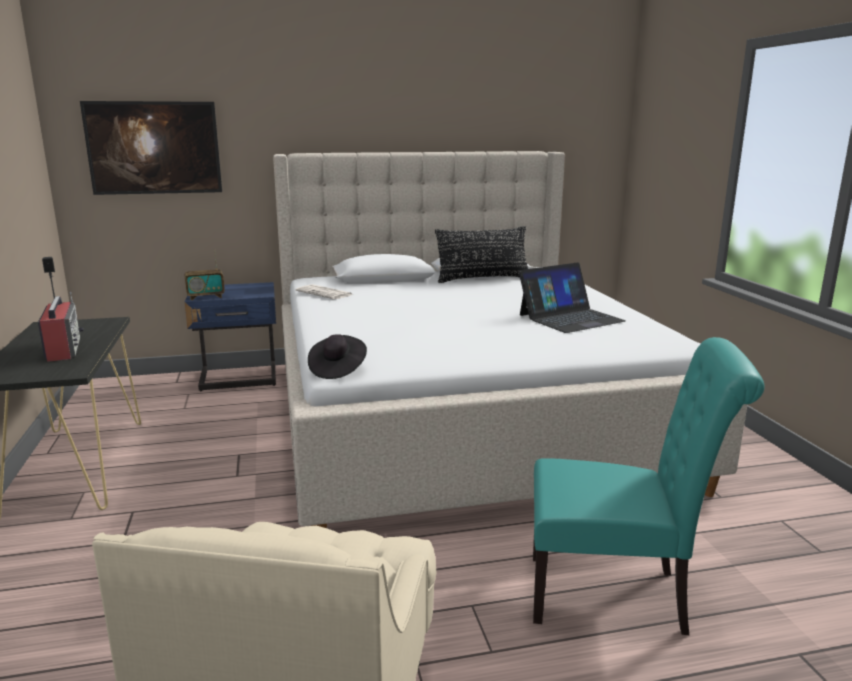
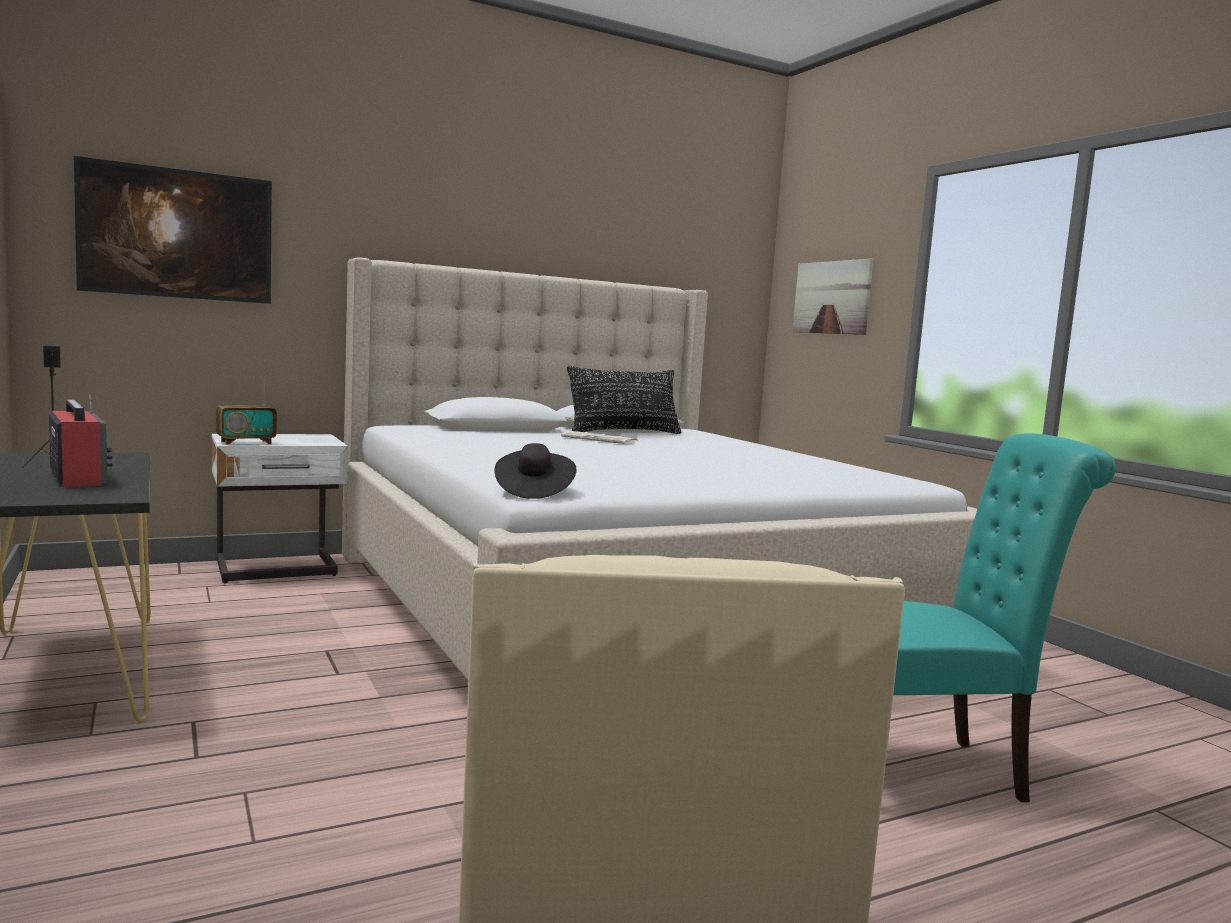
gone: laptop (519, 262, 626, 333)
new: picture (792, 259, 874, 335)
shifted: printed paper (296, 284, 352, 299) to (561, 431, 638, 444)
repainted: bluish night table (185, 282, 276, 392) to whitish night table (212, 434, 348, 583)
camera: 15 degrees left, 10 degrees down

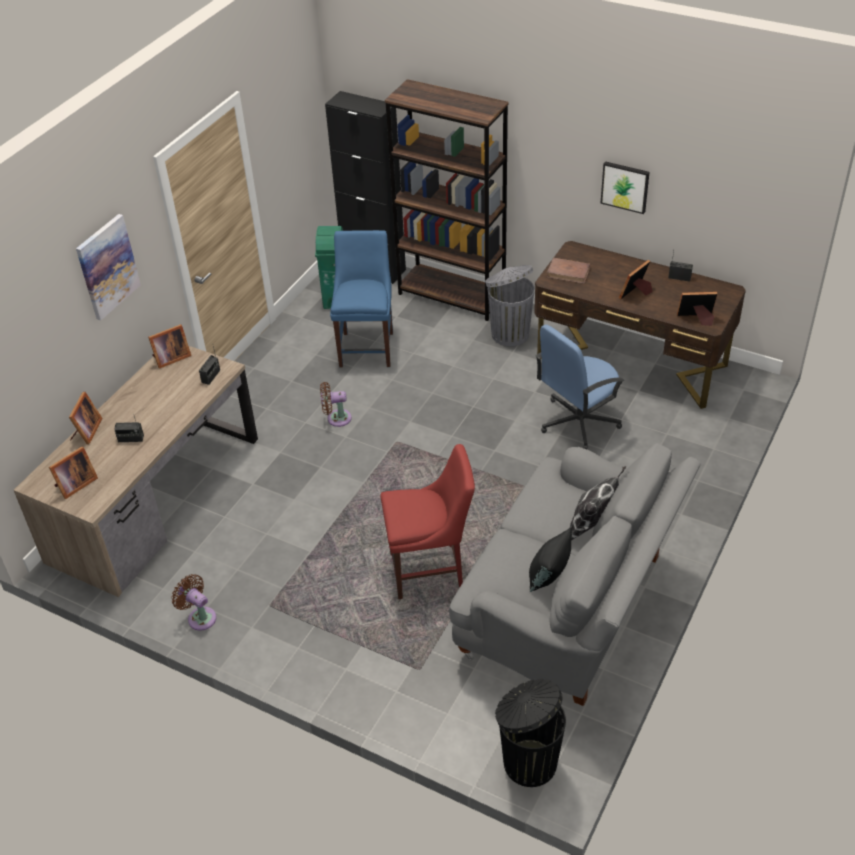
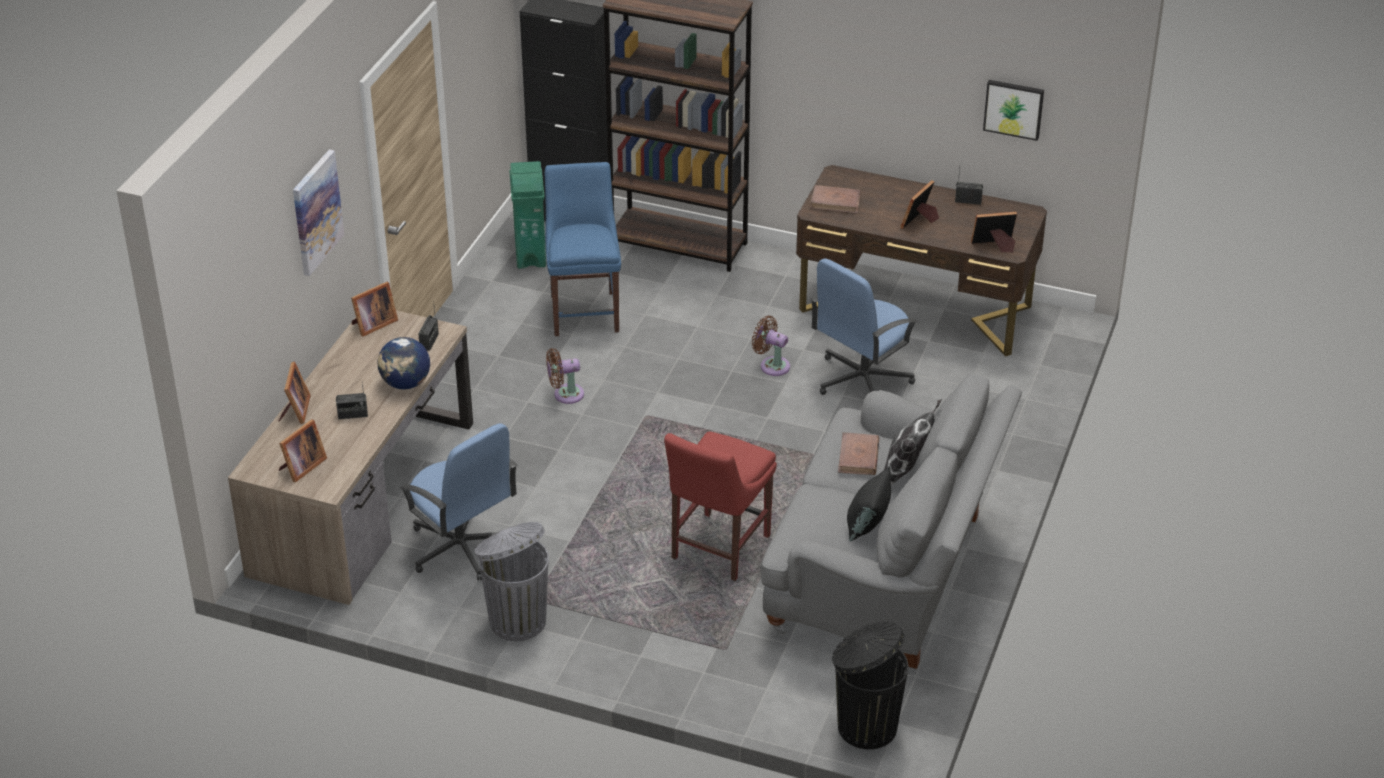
new: globe (378, 337, 430, 389); bluish office chair (400, 423, 517, 581); brown-coloured book (838, 432, 879, 475)
shifted: brown-coloured electric fan (171, 574, 217, 631) to (752, 316, 790, 376); gray trash can (485, 265, 535, 346) to (475, 522, 549, 641); picture (600, 161, 650, 214) to (983, 80, 1044, 141)
rotated: reddish upright chair (380, 444, 475, 599) = (664, 432, 777, 581) 135 degrees clockwise
camera: 10 degrees left, 5 degrees down

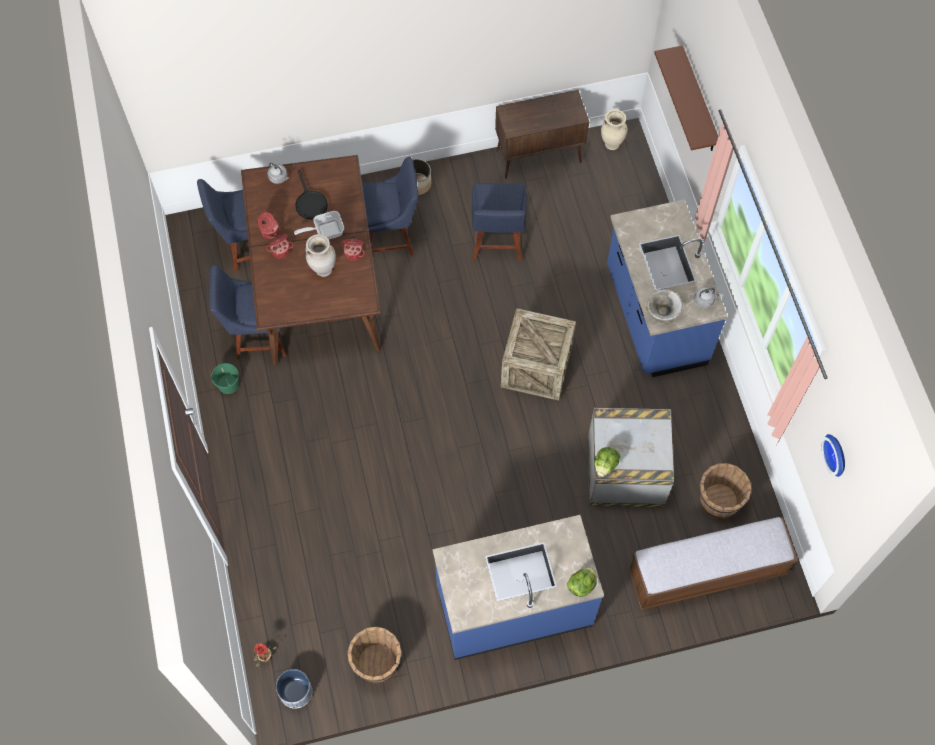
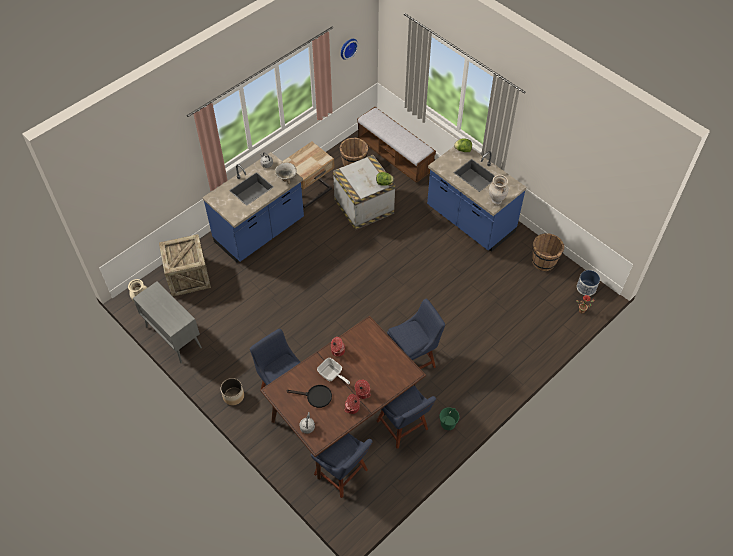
gone: brown-coloured shelf (654, 45, 718, 151)
new: sand-coloured night table (283, 142, 335, 208)
shifted: sand-coloured vase (306, 234, 336, 277) to (489, 175, 509, 205); bluish upright chair (472, 183, 527, 261) to (387, 299, 445, 369); packing crate (501, 308, 576, 401) to (159, 234, 211, 296)
repainted: brown-coloured cupboard (495, 90, 589, 179) to gray cupboard (133, 281, 202, 363)
rotated: black frying pan (295, 170, 328, 219) = (286, 385, 332, 408) 60 degrees clockwise
camera: 120 degrees left, 10 degrees down

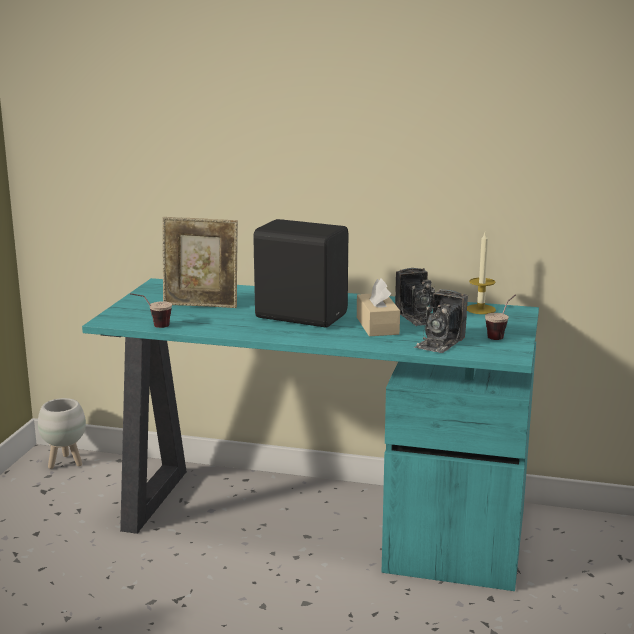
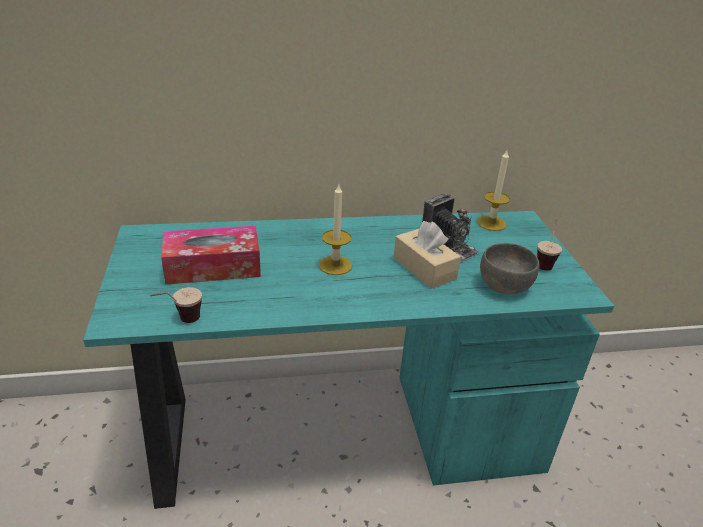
gone: whitish planter (38, 398, 86, 469)
swapped: picture frame (162, 217, 238, 308) to tissue box (161, 226, 261, 285); black audio speaker (253, 219, 348, 328) to candle (319, 185, 352, 275); photo camera (414, 289, 468, 353) to gray serving bowl (480, 243, 539, 294)
camera: 25 degrees left, 15 degrees up

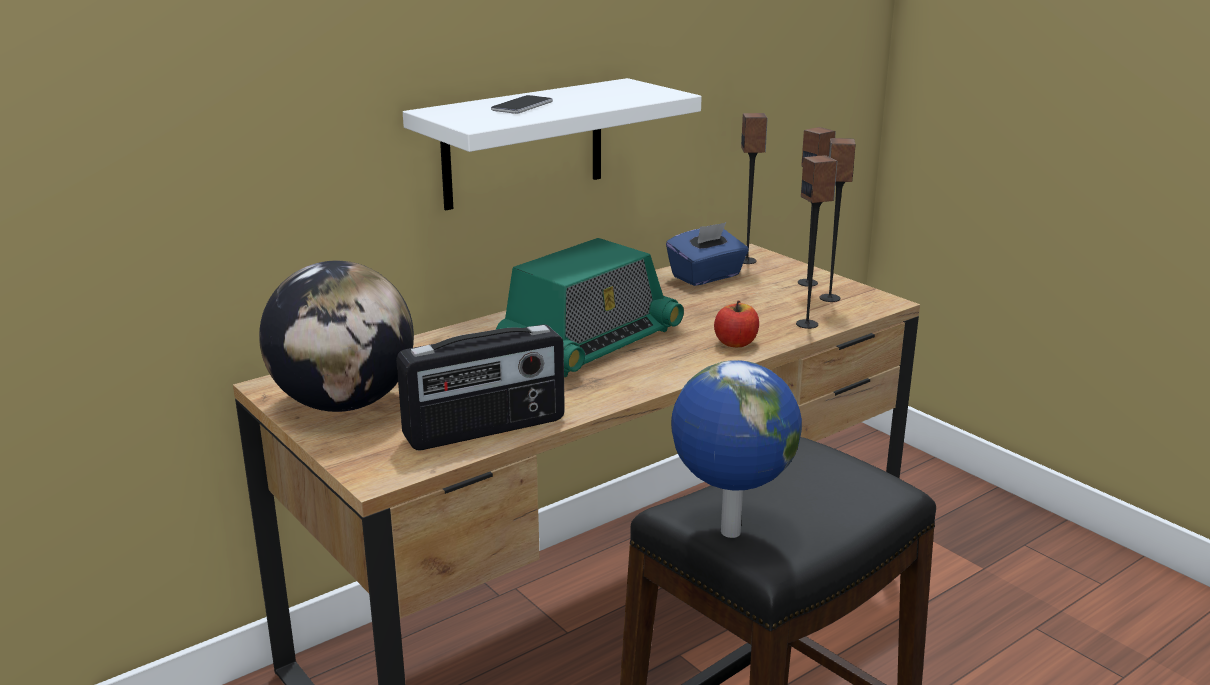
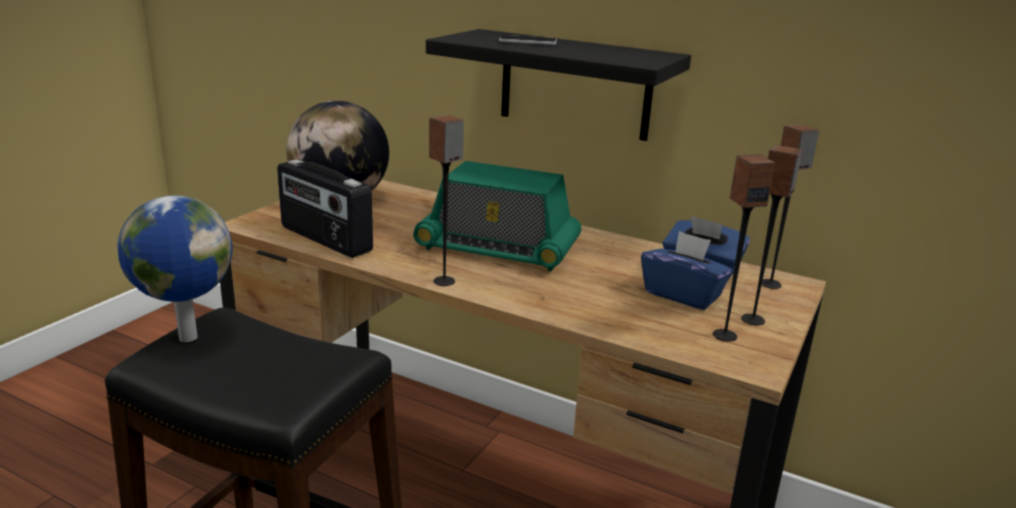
gone: apple fruit (714, 301, 759, 347)
new: bluish tissue box (641, 231, 733, 310)
shifted: audio speaker (796, 155, 837, 329) to (429, 115, 464, 286)
repainted: whitish shelf (403, 78, 702, 210) to black shelf (426, 29, 691, 141)
camera: 65 degrees right, 0 degrees up

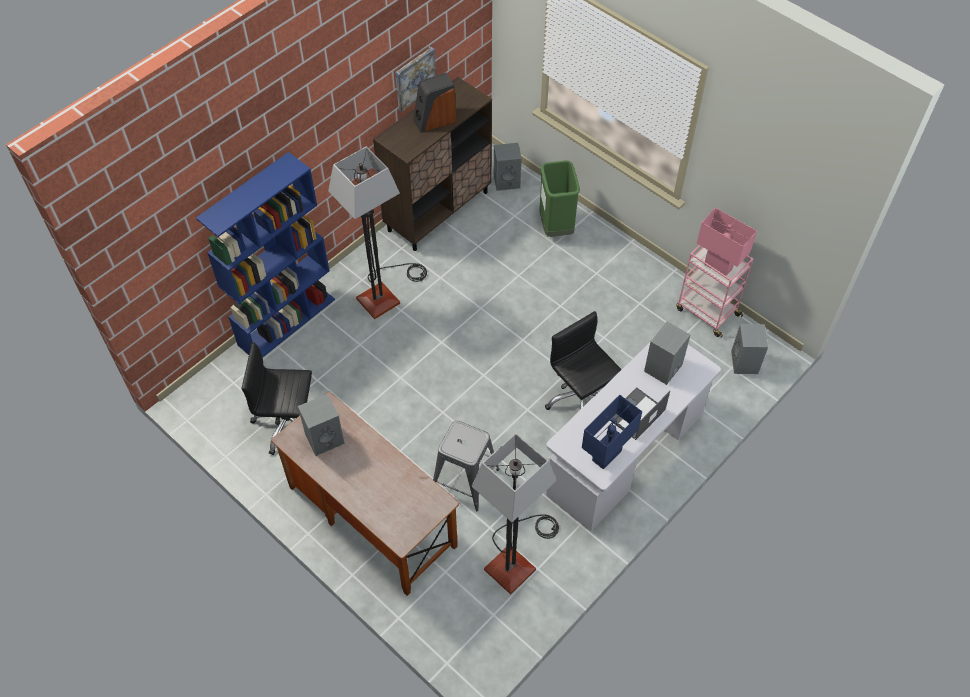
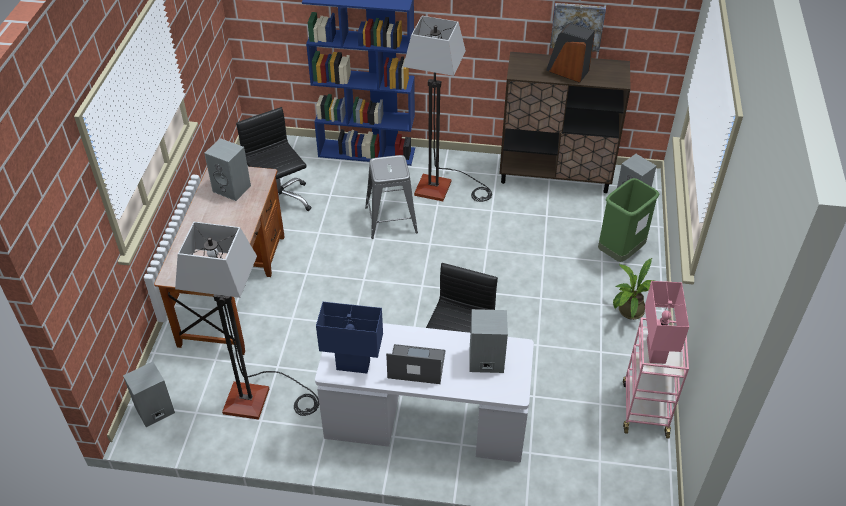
new: houseplant (613, 258, 655, 320)
shifted: gray sitting stool (433, 421, 499, 512) to (365, 155, 418, 239); gray audio speaker (731, 324, 768, 374) to (123, 362, 175, 427)
camera: 55 degrees right, 10 degrees down

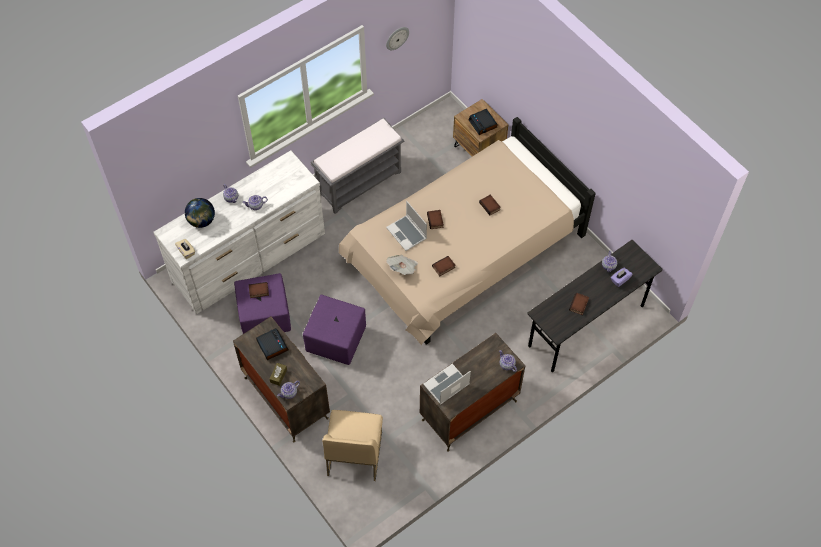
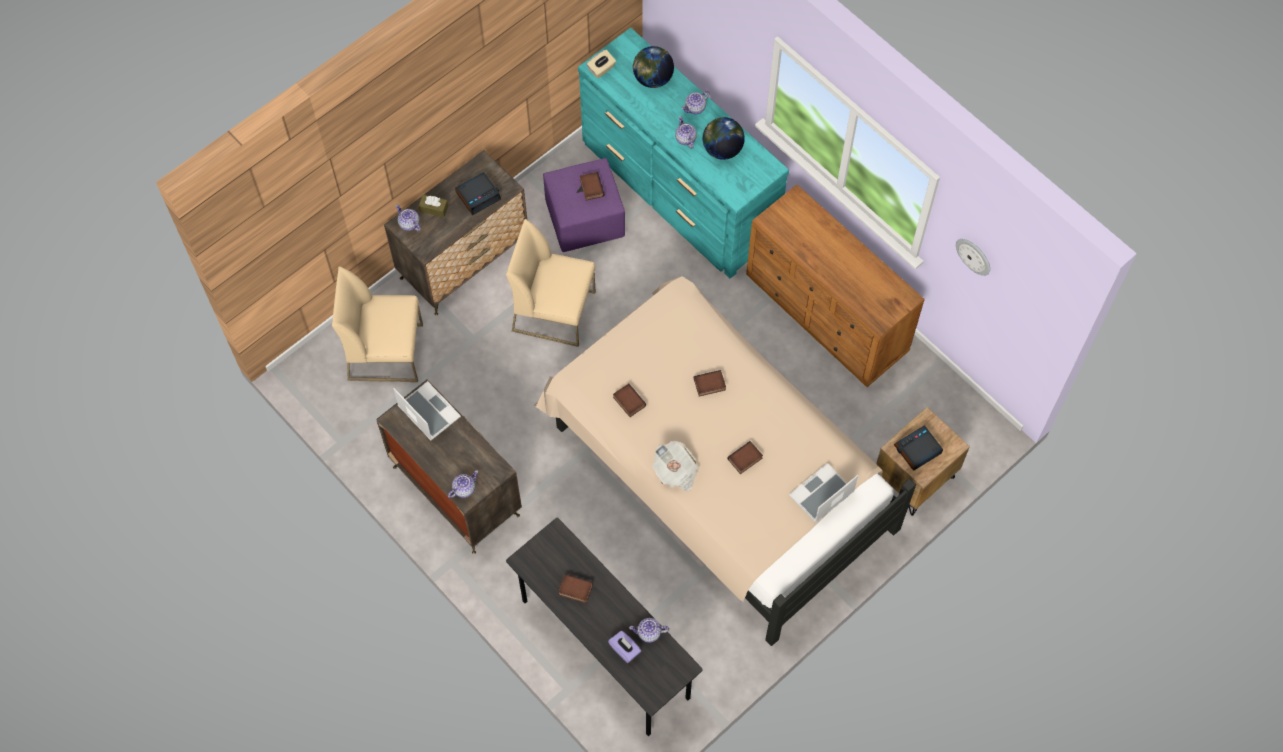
new: globe (703, 117, 745, 160)
shifted: laptop (386, 201, 427, 251) to (789, 463, 858, 523); printed paper (386, 254, 418, 275) to (653, 441, 699, 492)
swapped: purplish pouffe (303, 295, 366, 365) to sand-coloured upright chair (506, 219, 596, 347); gray long seat (311, 118, 405, 214) to brown-coloured chest of drawers (746, 184, 925, 387)
repainted: whitish chest of drawers (153, 150, 325, 314) to blue-green chest of drawers (578, 28, 789, 278)
camera: 85 degrees right, 5 degrees up

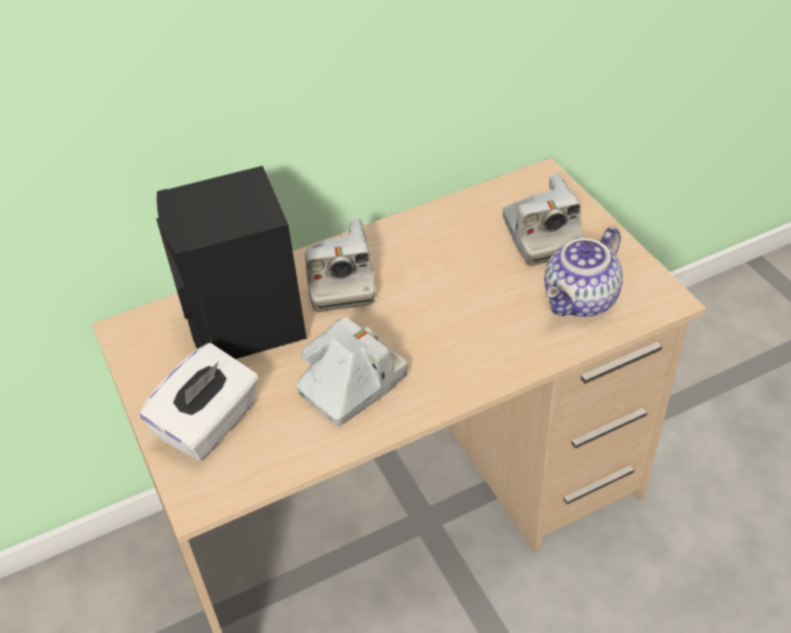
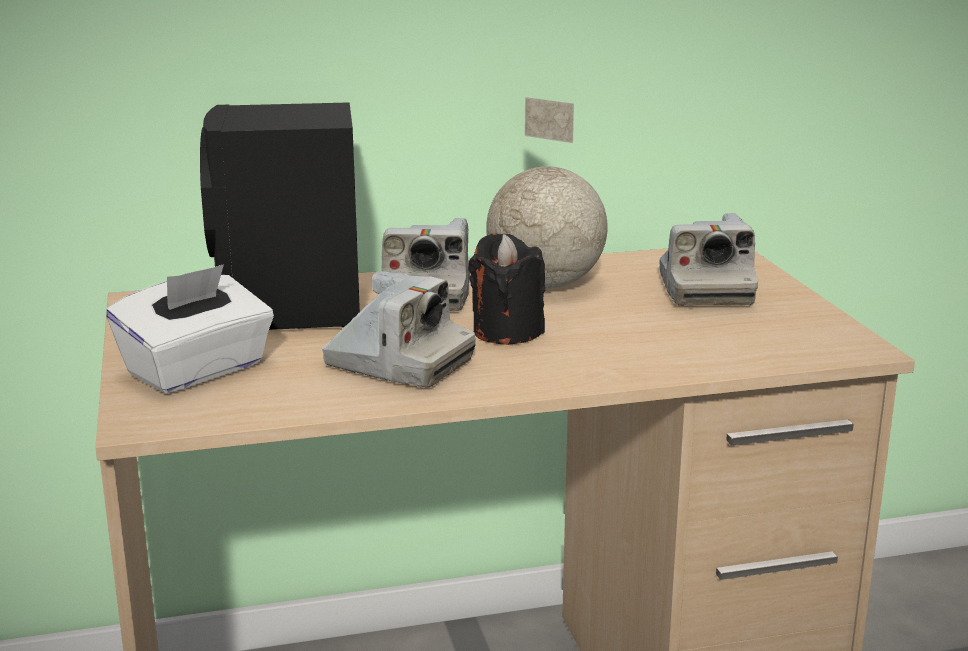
gone: teapot (544, 227, 623, 317)
new: black candle (469, 233, 545, 345); globe (486, 97, 608, 288)
rotated: photo camera (296, 317, 408, 426) = (322, 271, 476, 387) 60 degrees clockwise
camera: 10 degrees right, 25 degrees down

